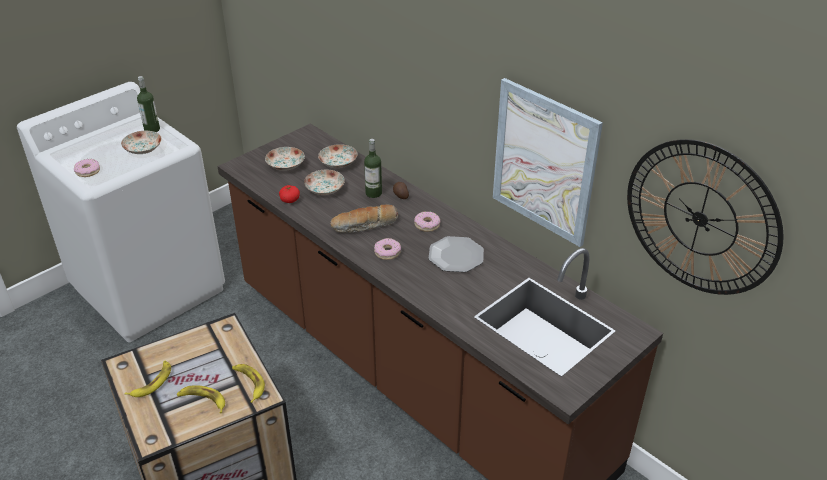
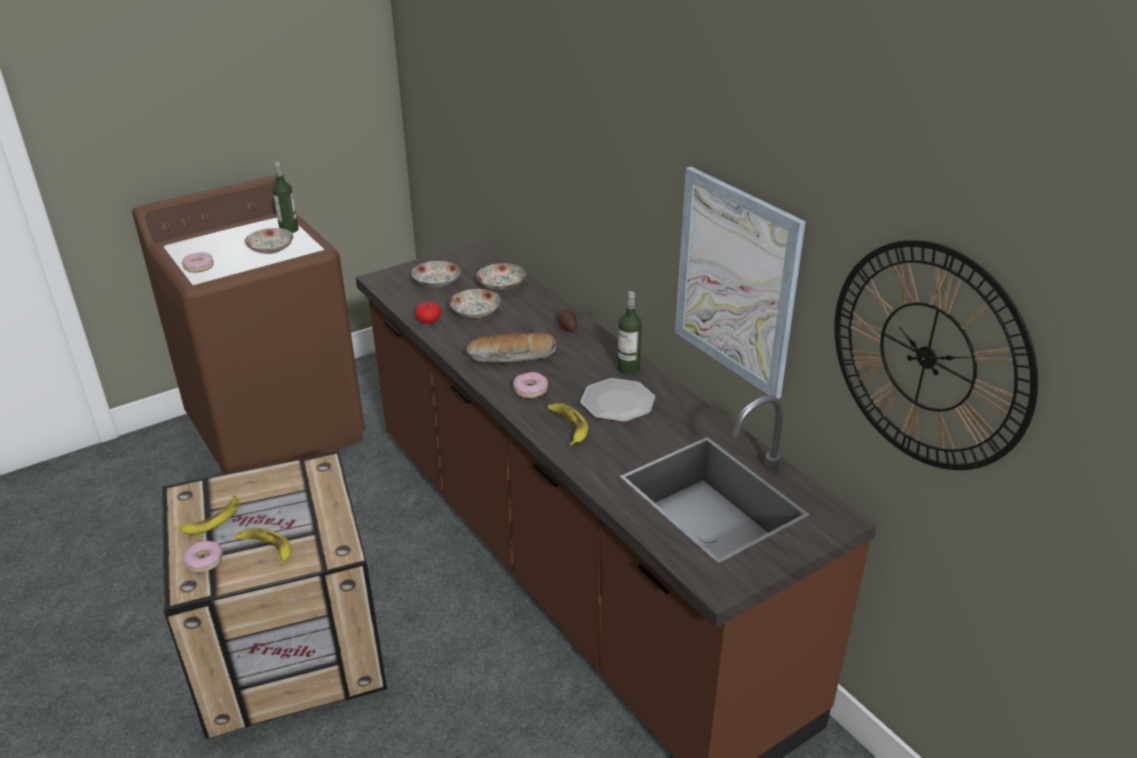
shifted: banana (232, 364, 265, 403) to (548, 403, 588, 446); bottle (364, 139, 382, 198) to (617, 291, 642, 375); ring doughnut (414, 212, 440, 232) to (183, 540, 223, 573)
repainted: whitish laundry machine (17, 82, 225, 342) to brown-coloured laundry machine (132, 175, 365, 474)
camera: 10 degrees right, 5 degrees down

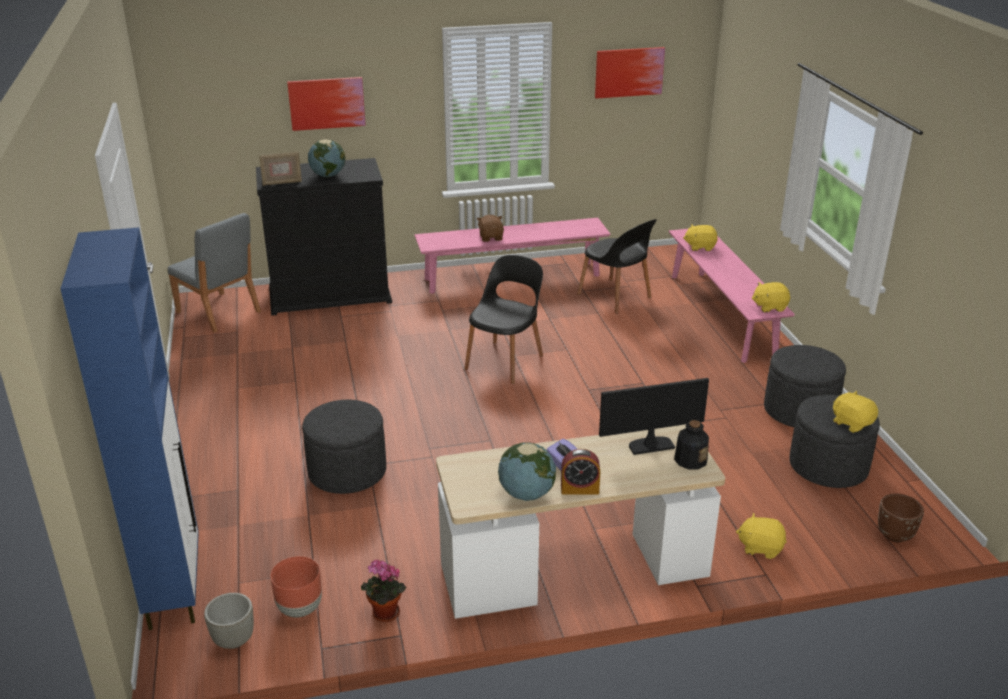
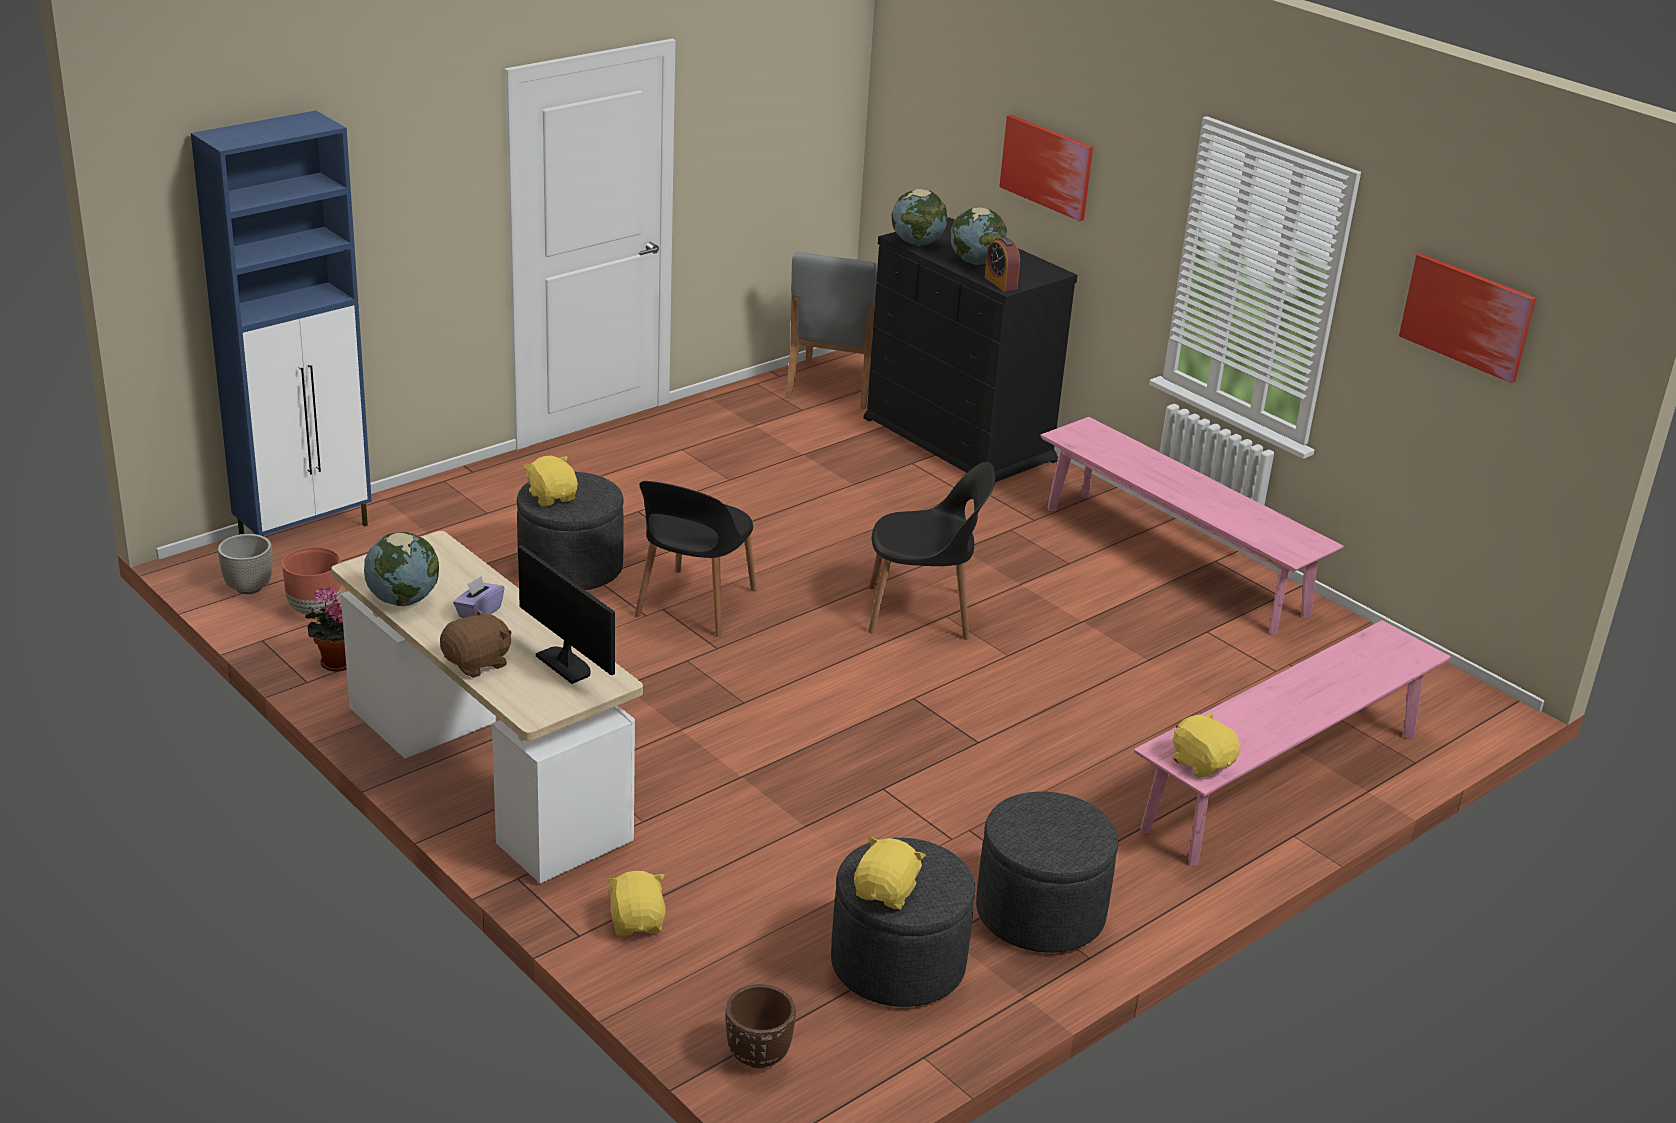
gone: bottle (674, 420, 709, 469)
shifted: brown-coloured plush toy (477, 215, 504, 242) to (440, 609, 511, 678); table clock (561, 449, 600, 495) to (985, 237, 1020, 291); black upright chair (577, 219, 657, 313) to (635, 481, 757, 637); yellowish plush toy (683, 224, 717, 251) to (524, 456, 578, 506)
swapped: picture frame (259, 151, 302, 186) to globe (892, 189, 947, 246)
camera: 60 degrees right, 0 degrees up

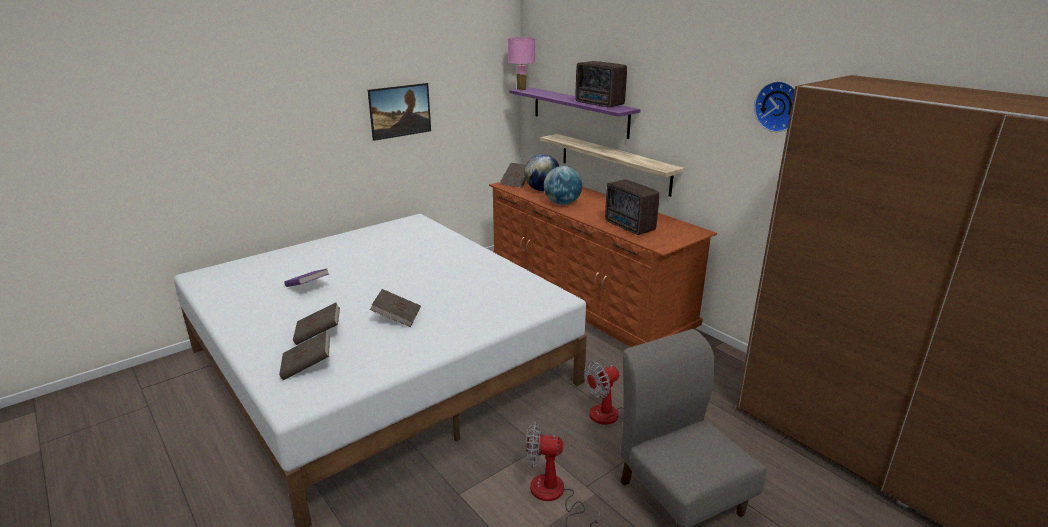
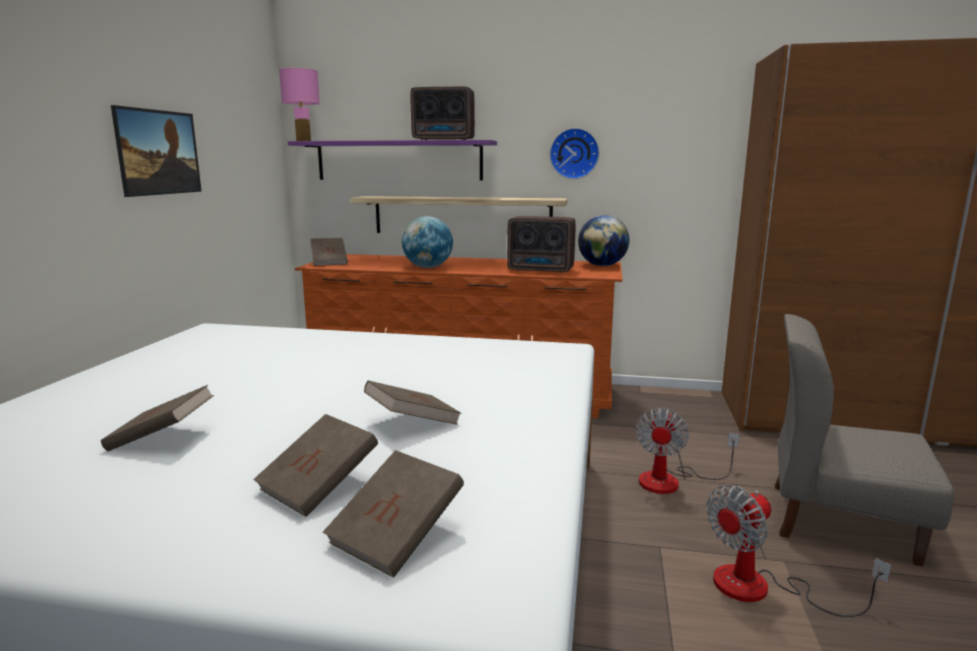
shifted: globe (524, 154, 559, 191) to (578, 215, 629, 266); hanging clock (754, 81, 795, 132) to (550, 128, 599, 179)
repainted: purplish book (284, 268, 329, 287) to brown-coloured book (101, 385, 214, 451)
camera: 40 degrees left, 10 degrees down

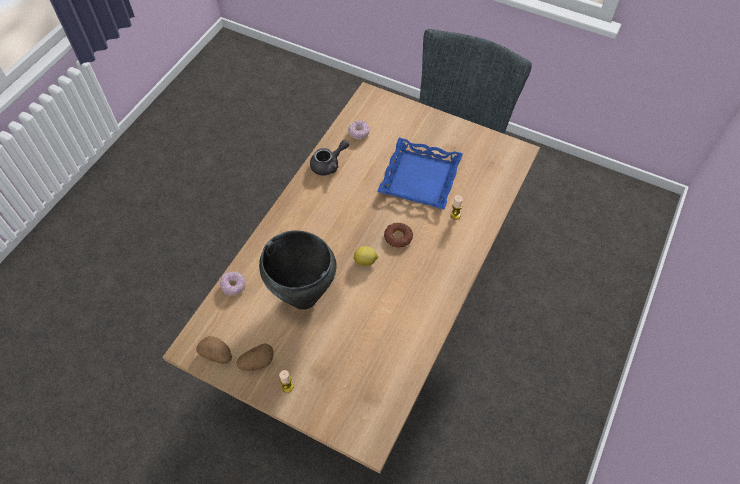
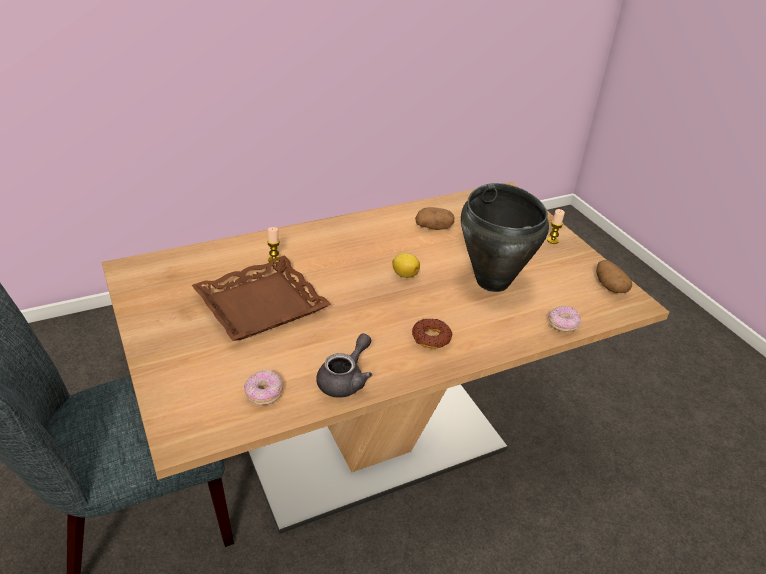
shifted: spud (237, 343, 274, 371) to (415, 207, 454, 230); ring doughnut (384, 222, 413, 248) to (412, 319, 453, 348)
repainted: bluish tray (377, 138, 463, 210) to brown-coloured tray (192, 255, 331, 341)
rotated: gray teapot (310, 139, 349, 176) = (316, 333, 372, 398) 120 degrees clockwise
camera: 145 degrees left, 20 degrees down

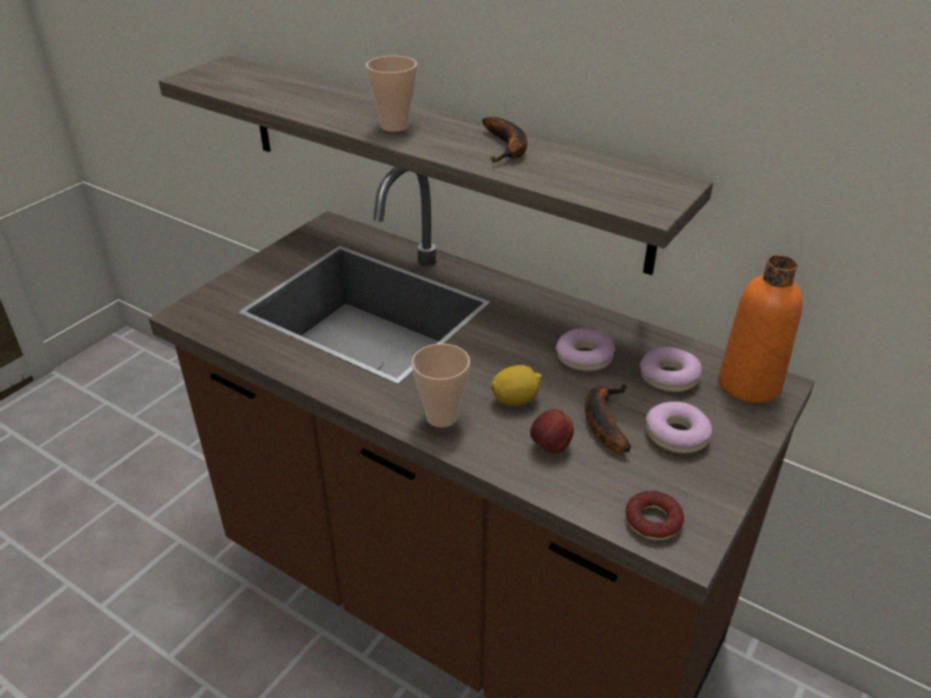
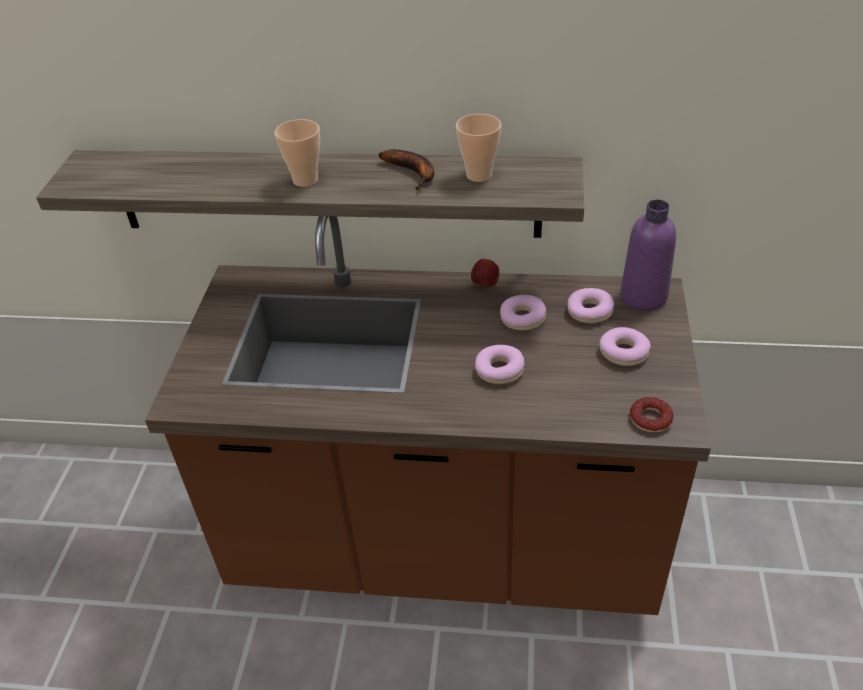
gone: banana (585, 384, 631, 452)
shifted: cup (412, 343, 470, 427) to (456, 114, 501, 182); apple fruit (530, 409, 574, 454) to (471, 258, 499, 287)
swapped: whole lemon (491, 365, 542, 406) to ring doughnut (475, 345, 524, 384)
repainted: orange bottle (719, 255, 803, 403) to purplish bottle (620, 199, 676, 311)
camera: 25 degrees left, 5 degrees up

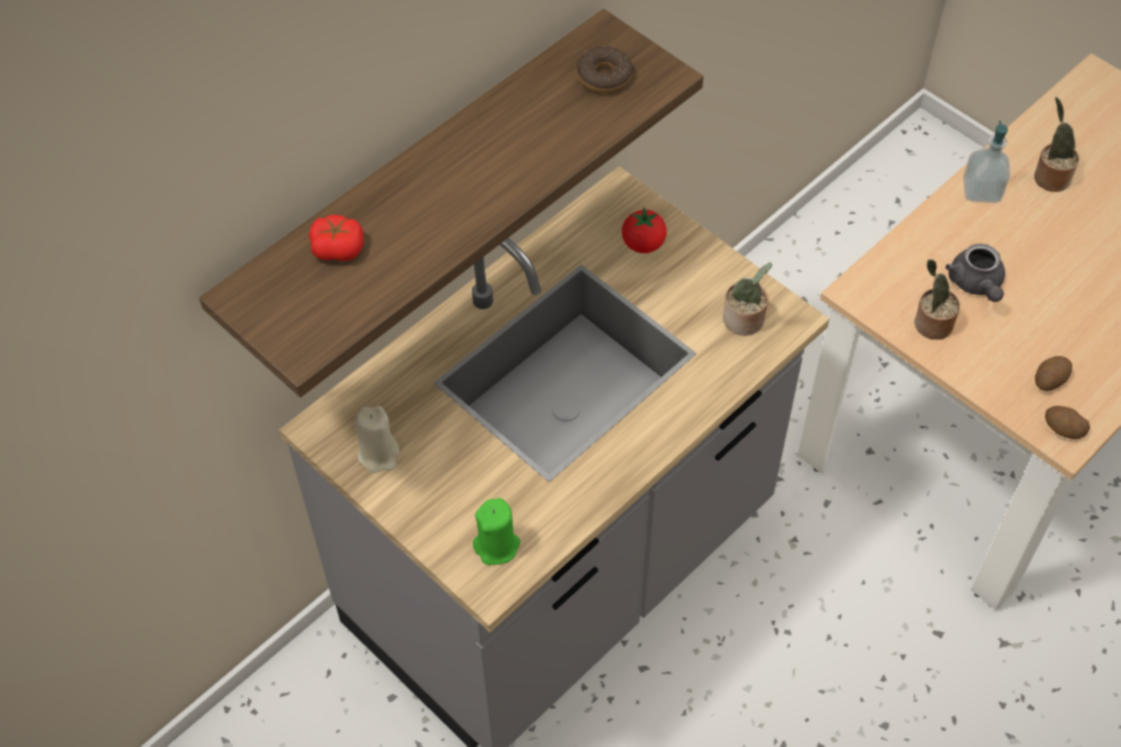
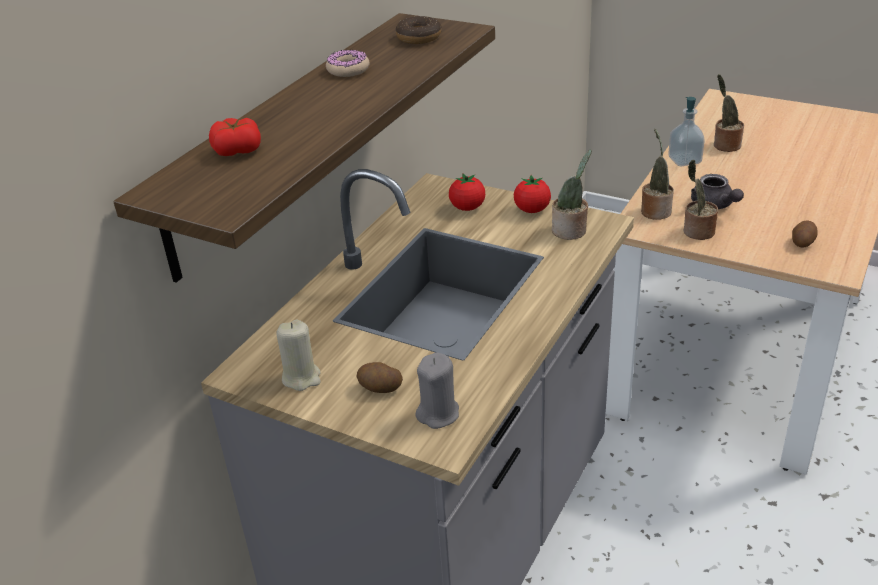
new: ring doughnut (326, 50, 370, 77); tomato (514, 175, 551, 213); houseplant (641, 129, 674, 220)
shifted: spud (1045, 406, 1090, 439) to (356, 362, 403, 393)
repainted: greenish candle (473, 498, 520, 565) to gray candle (415, 352, 459, 429)
camera: 15 degrees left, 20 degrees down

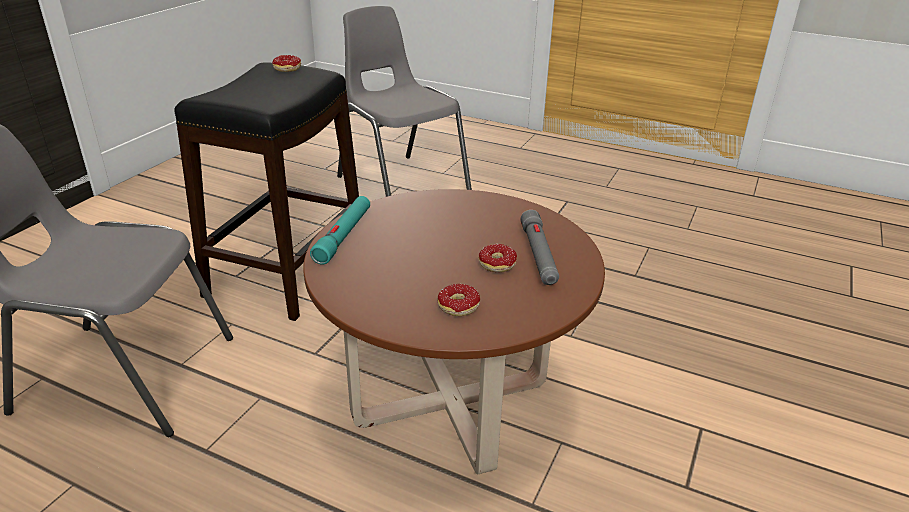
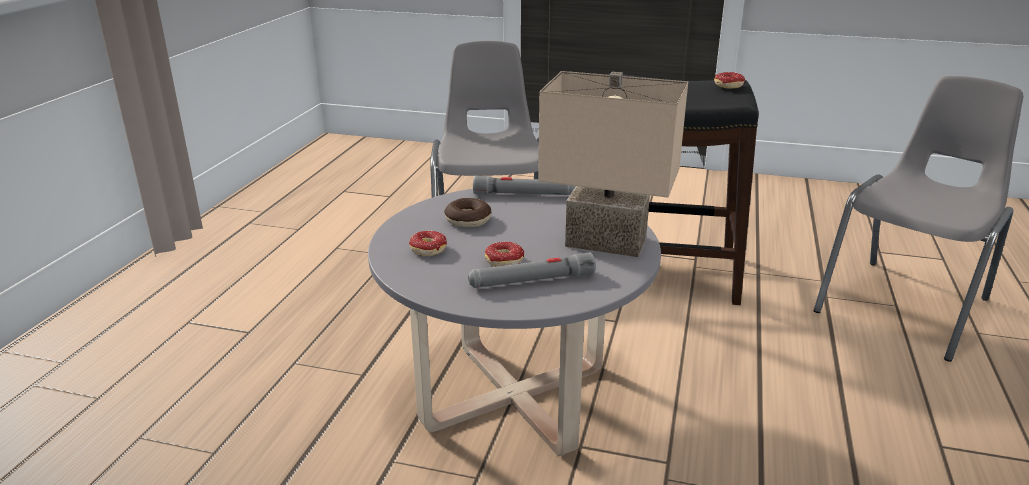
new: ring doughnut (444, 198, 492, 227); sand-coloured table lamp (538, 71, 688, 257)
repainted: brown-coloured low table (303, 189, 605, 474) to gray low table (368, 189, 661, 456); blue-green torch (310, 196, 370, 265) to gray torch (473, 176, 576, 195)
camera: 80 degrees right, 5 degrees down

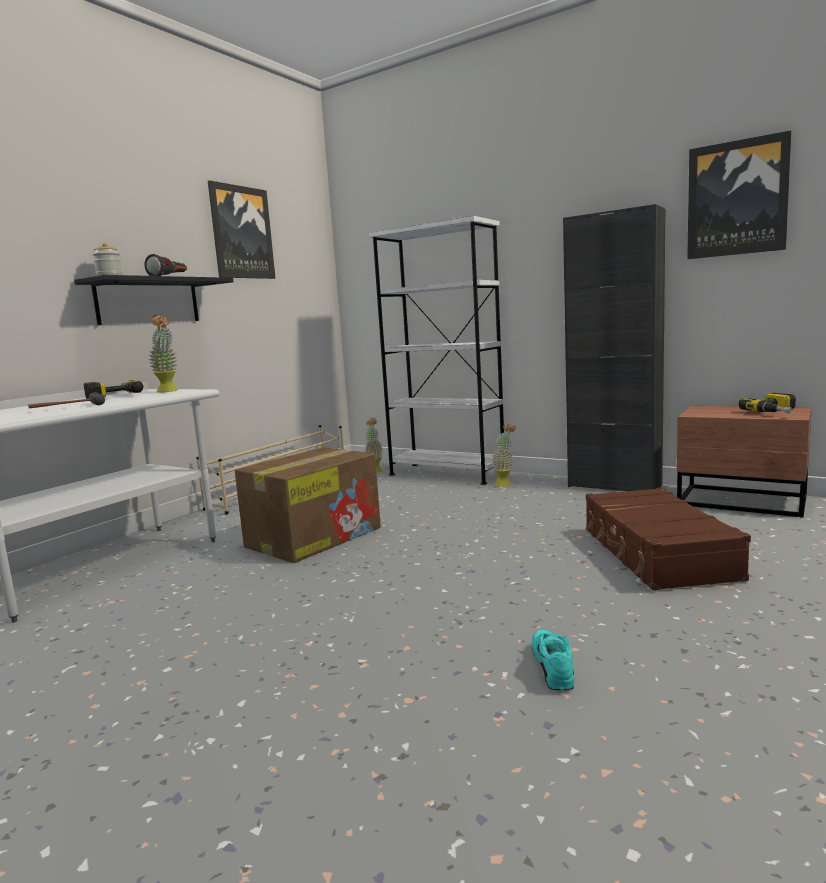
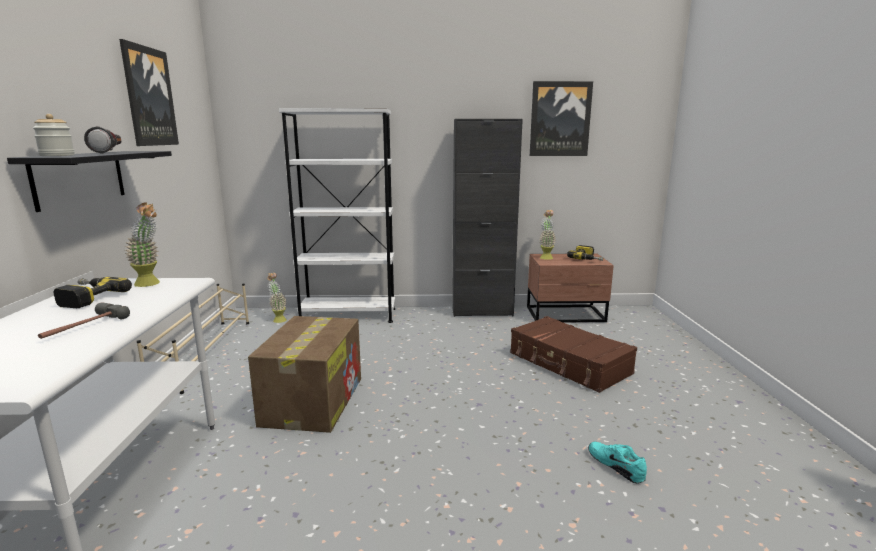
shifted: houseplant (492, 422, 516, 487) to (539, 210, 556, 260)
camera: 35 degrees left, 5 degrees up

